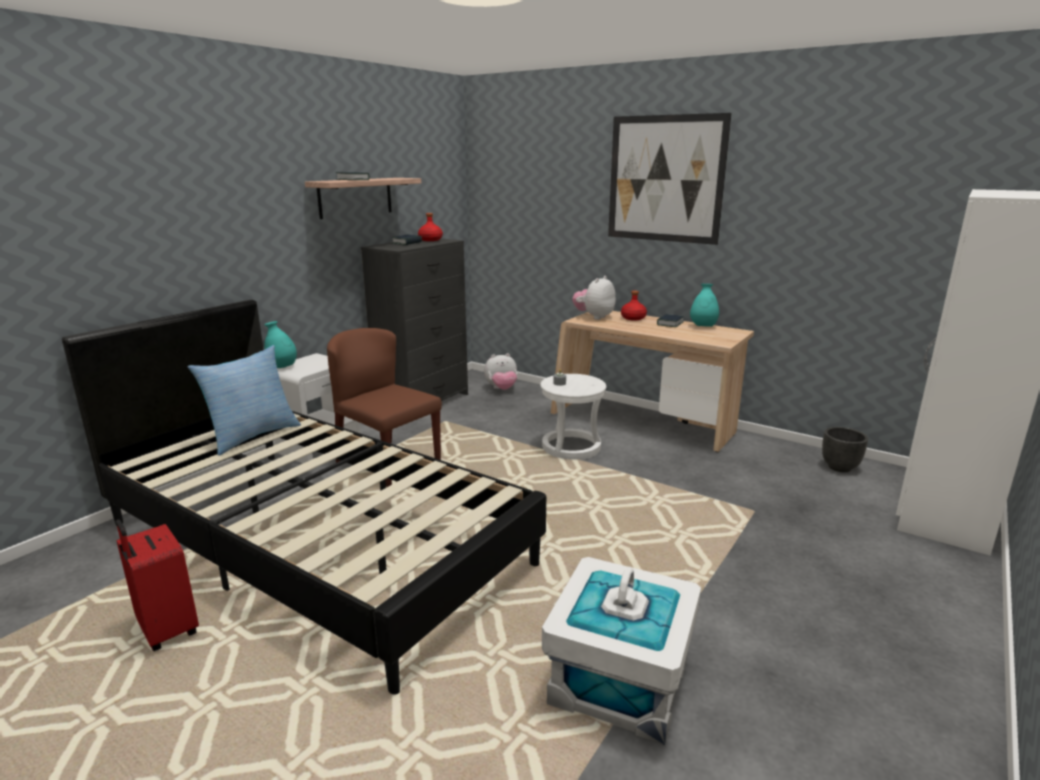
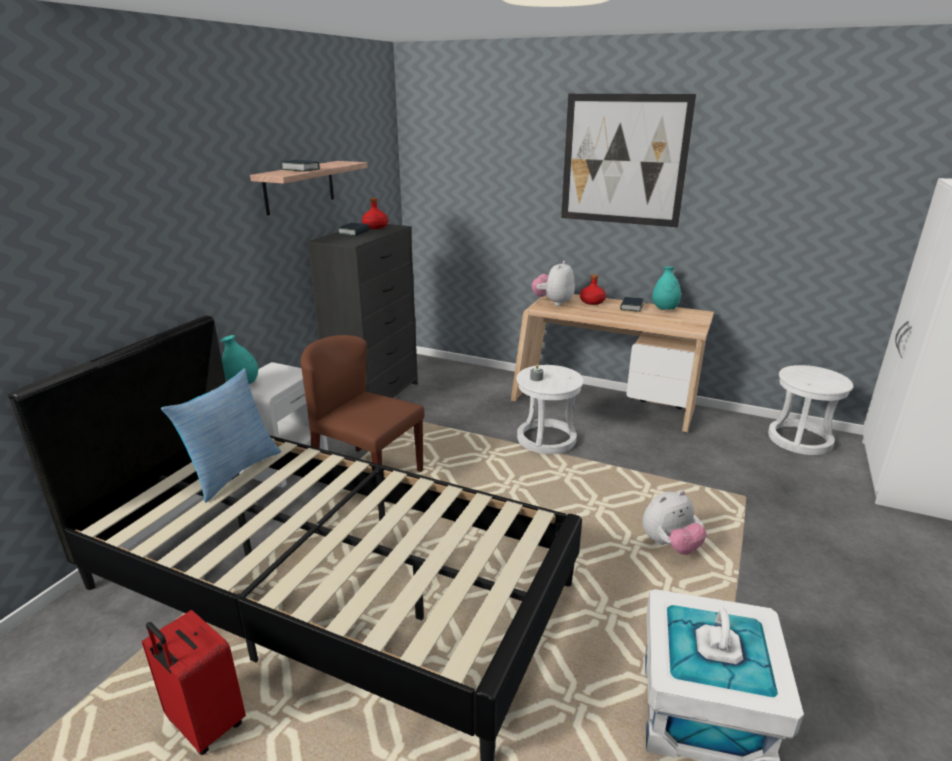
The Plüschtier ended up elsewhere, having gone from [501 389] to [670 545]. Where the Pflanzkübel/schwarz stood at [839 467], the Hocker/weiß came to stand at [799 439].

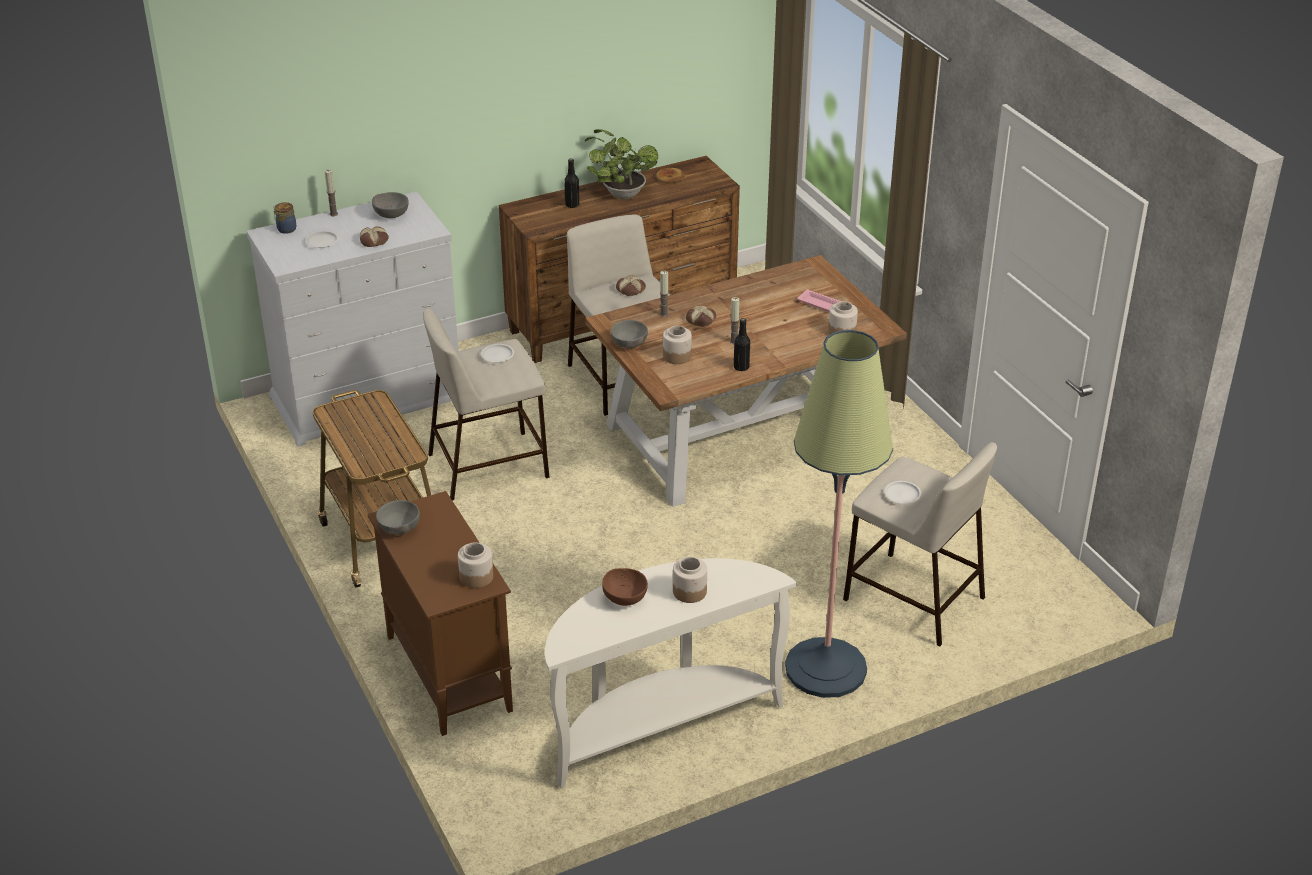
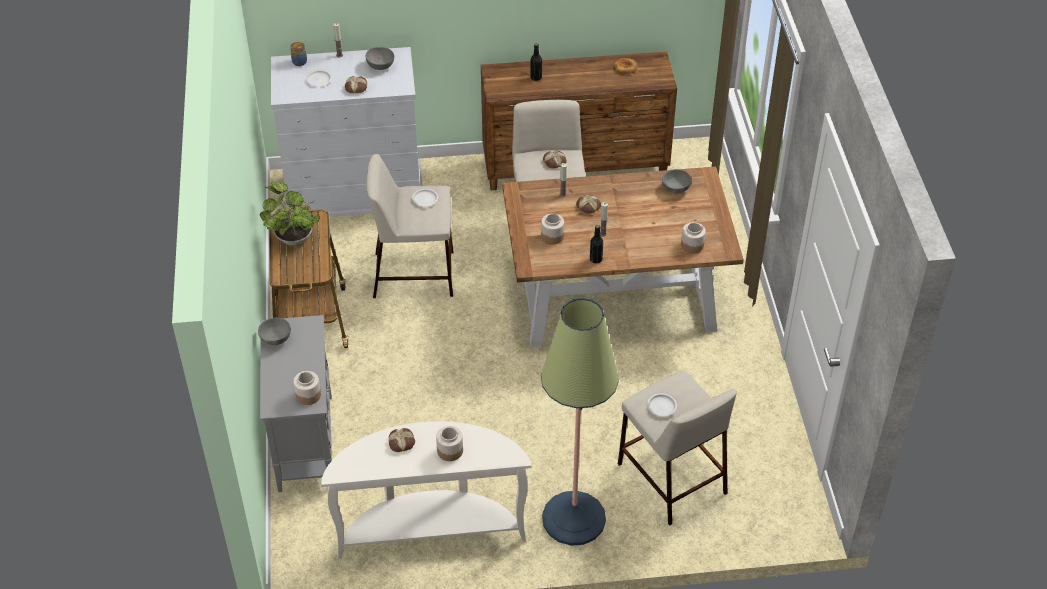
What was the Schrank/braun at [447 672] turned into the Schrank/grau at [305 442]. The Topfpflanze ended up elsewhere, having gone from [621 194] to [292 237]. Where the Schüssel/braun stood at [625 597], the Brot came to stand at [402 442]. The Schüssel/grau ended up elsewhere, having gone from [629 345] to [675 189]. The second view lost the Tablett/rosa at [823 305].

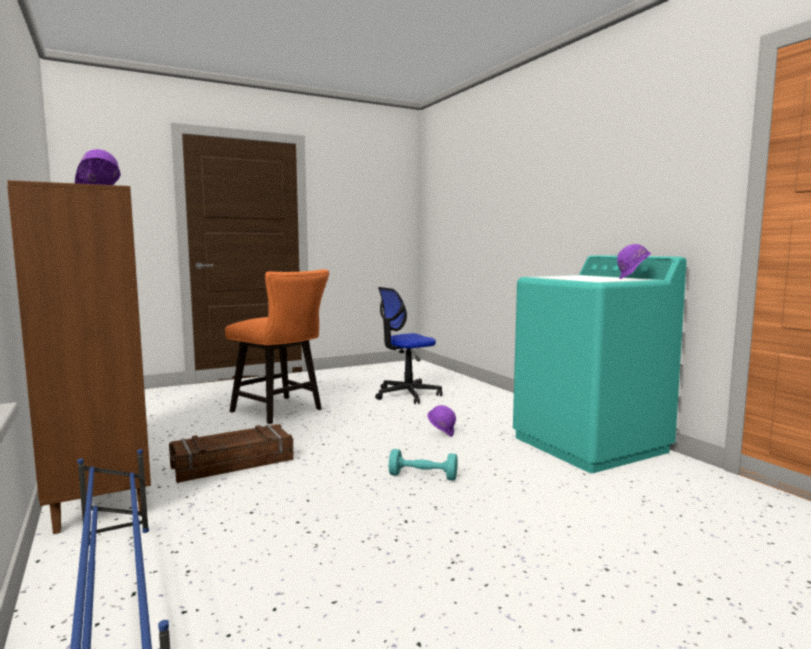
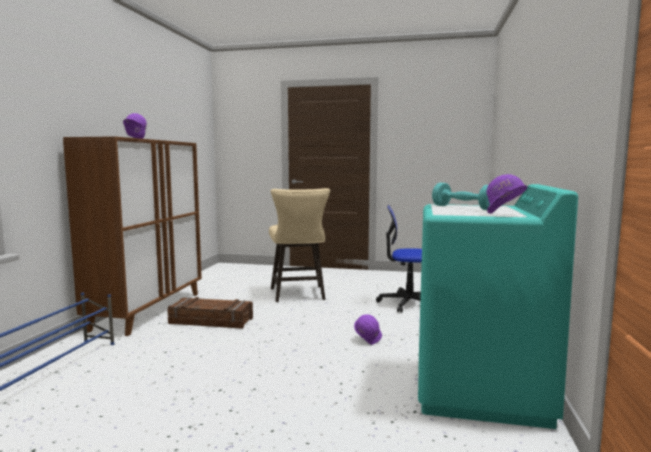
What was the Hocker/orange at [281 411] turned into the Hocker/beige at [298 295]. The Hantel/türkis ended up elsewhere, having gone from [423 476] to [463 208].

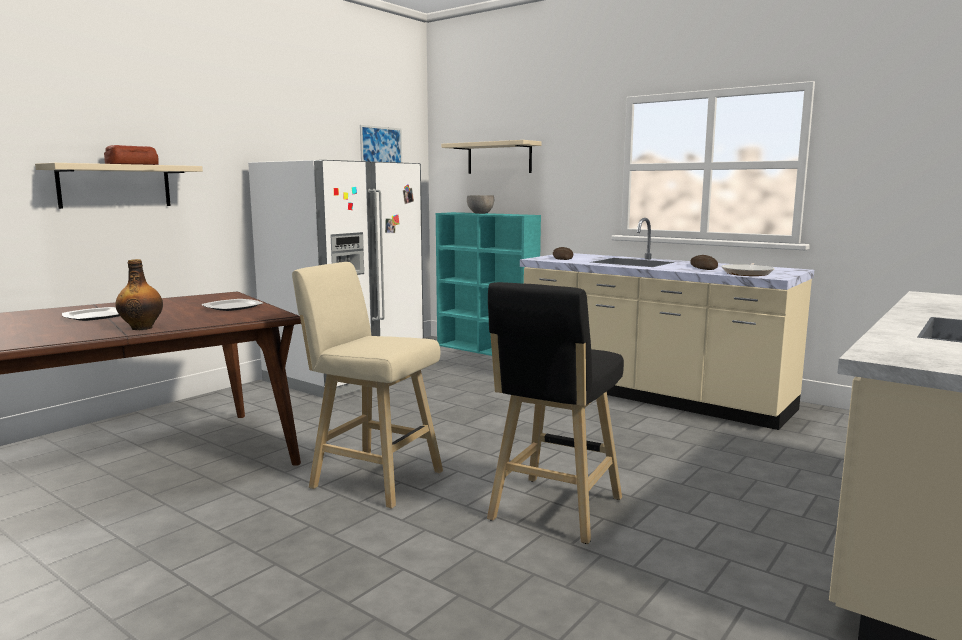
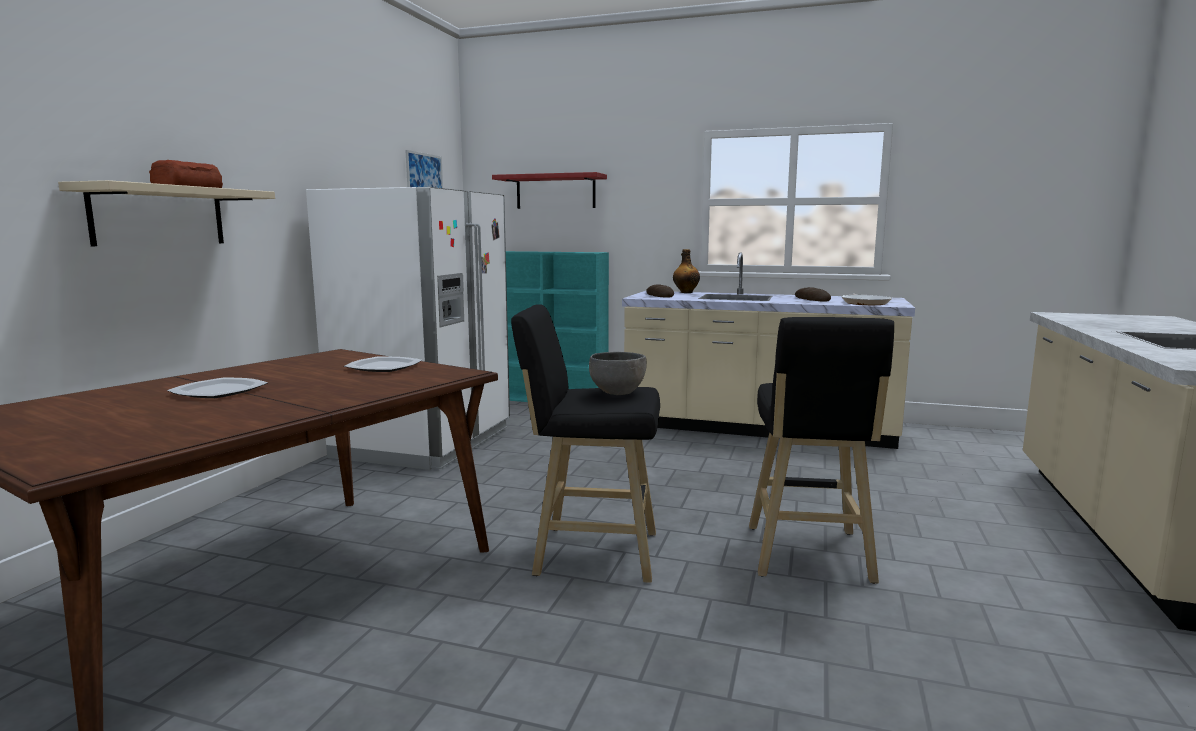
The Flasche ended up elsewhere, having gone from [142 328] to [686 292]. What was the Hocker/beige at [372 478] turned into the Hocker/schwarz at [590 553]. What was the Wandregal/beige at [499 158] turned into the Wandregal/rot at [555 192]. The Schüssel/grau ended up elsewhere, having gone from [481 213] to [618 392].

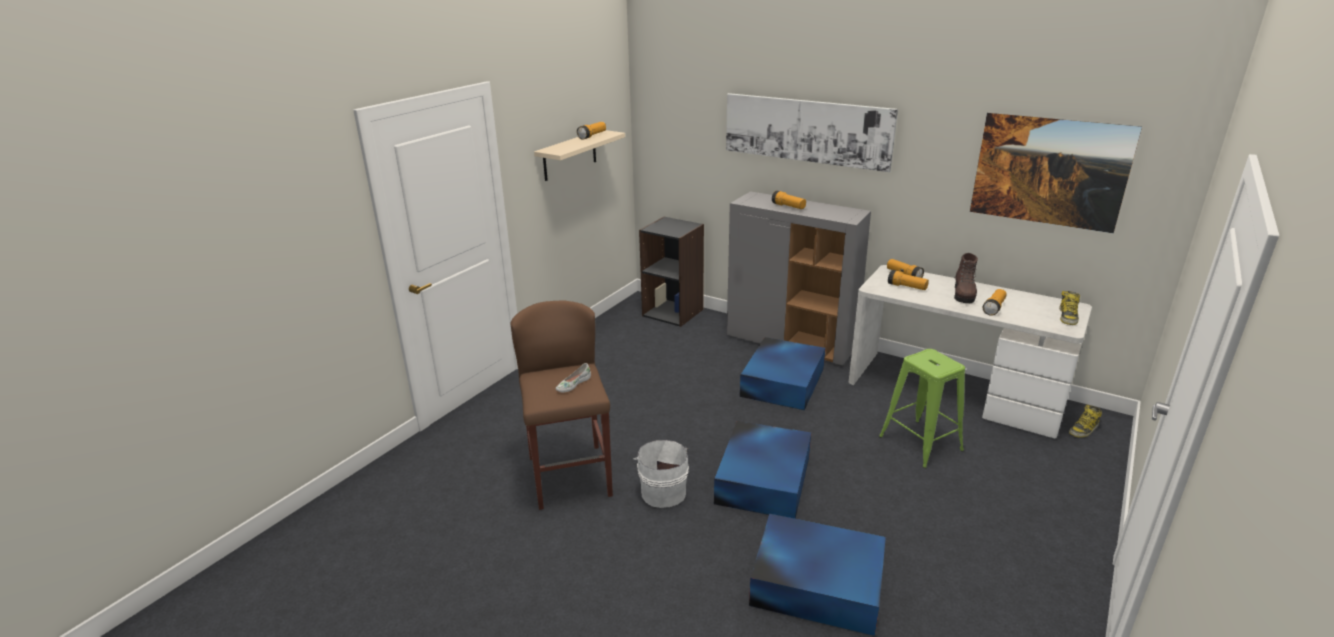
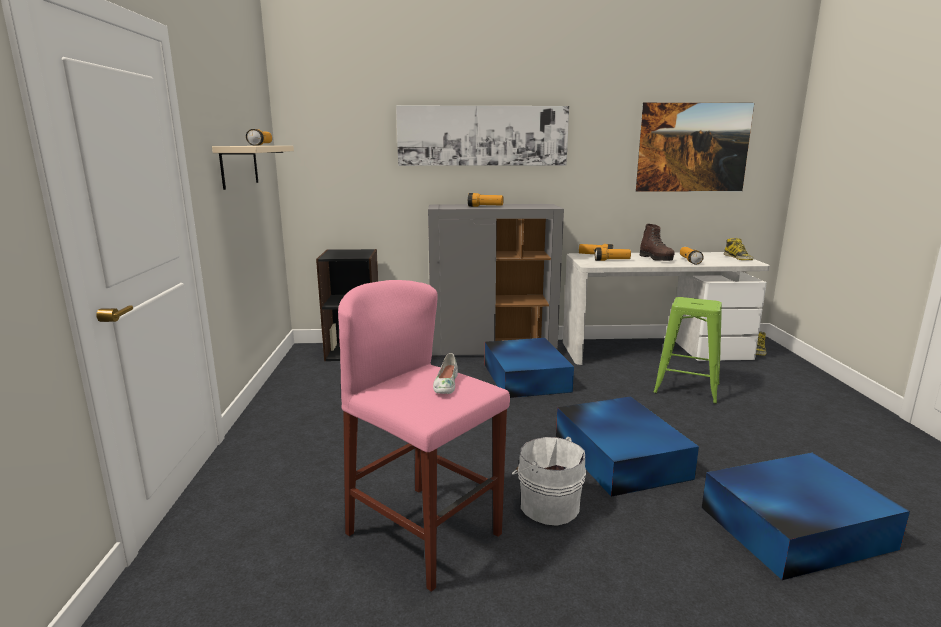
What was the Hocker/braun at [570 476] turned into the Hocker/rosa at [424 534].

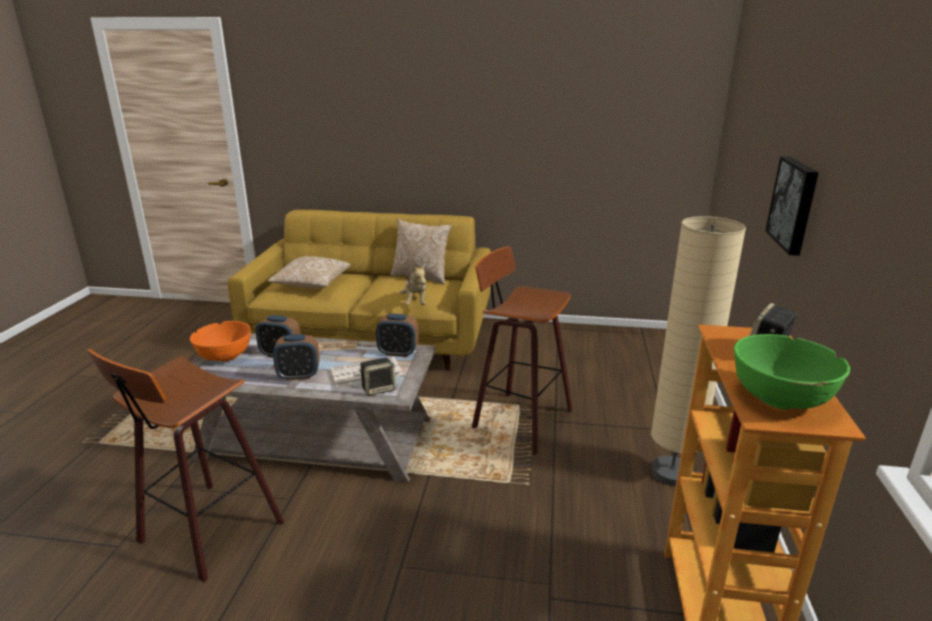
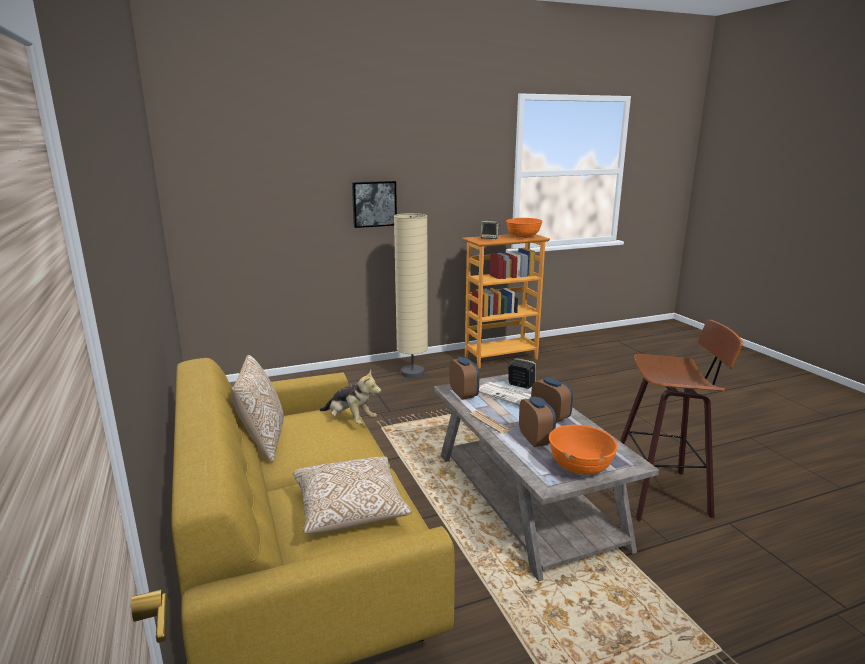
The Plüschtier at [415 302] ended up facing another way, 75 degrees clockwise from before. The second view lost the Hocker at [518 419]. What was the Schüssel/grün at [779 397] turned into the Schüssel/orange at [523 237].

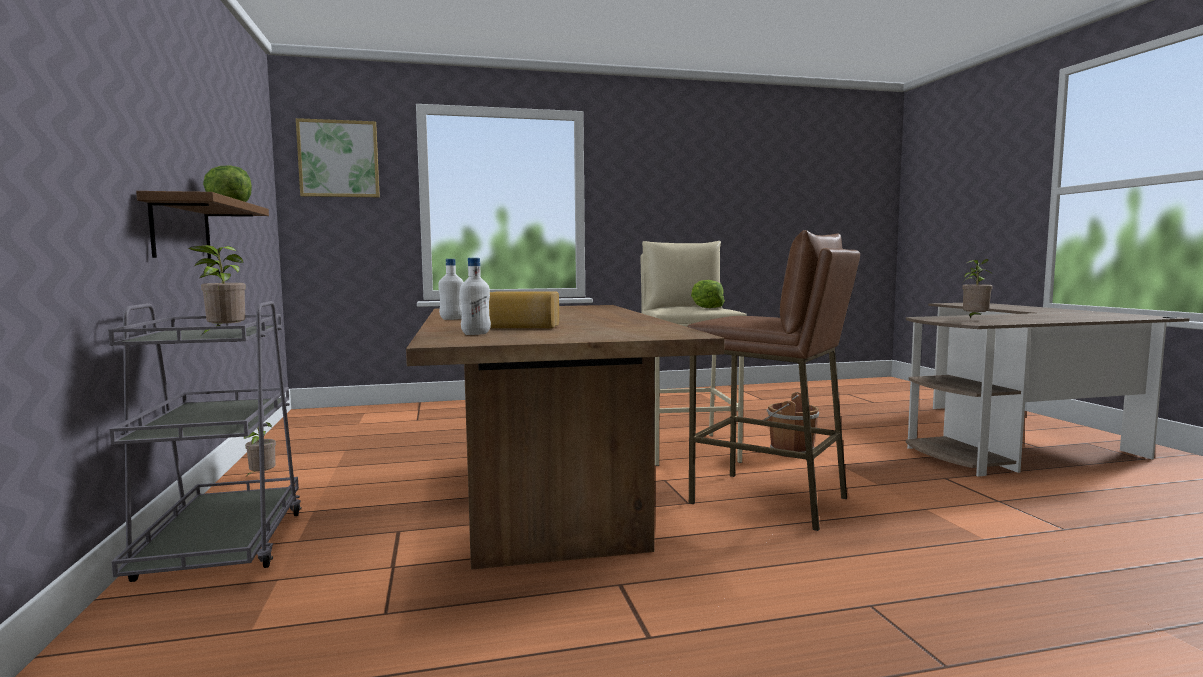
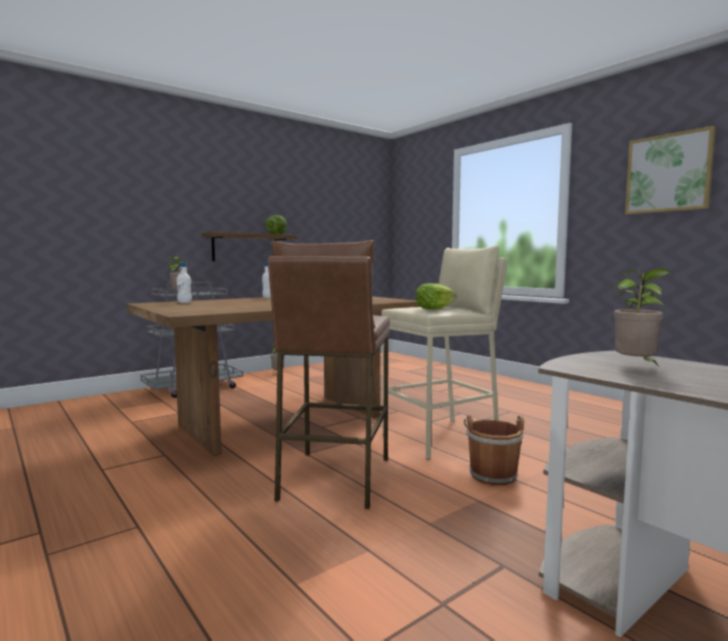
The Bild ended up elsewhere, having gone from [339 159] to [668 173]. The second view lost the Brot at [522 327].

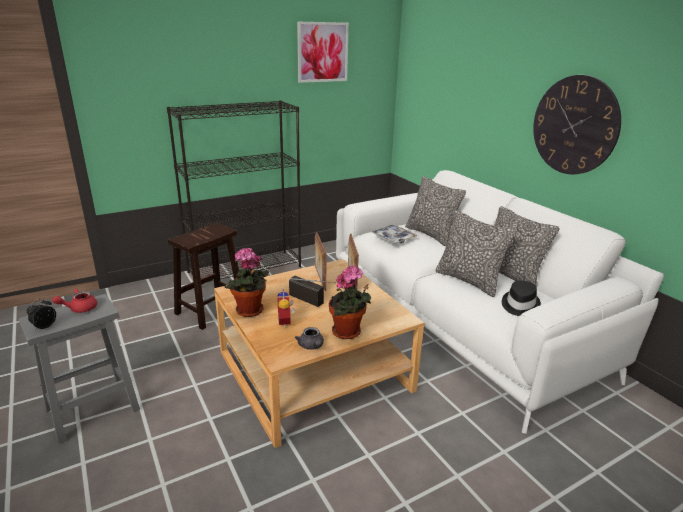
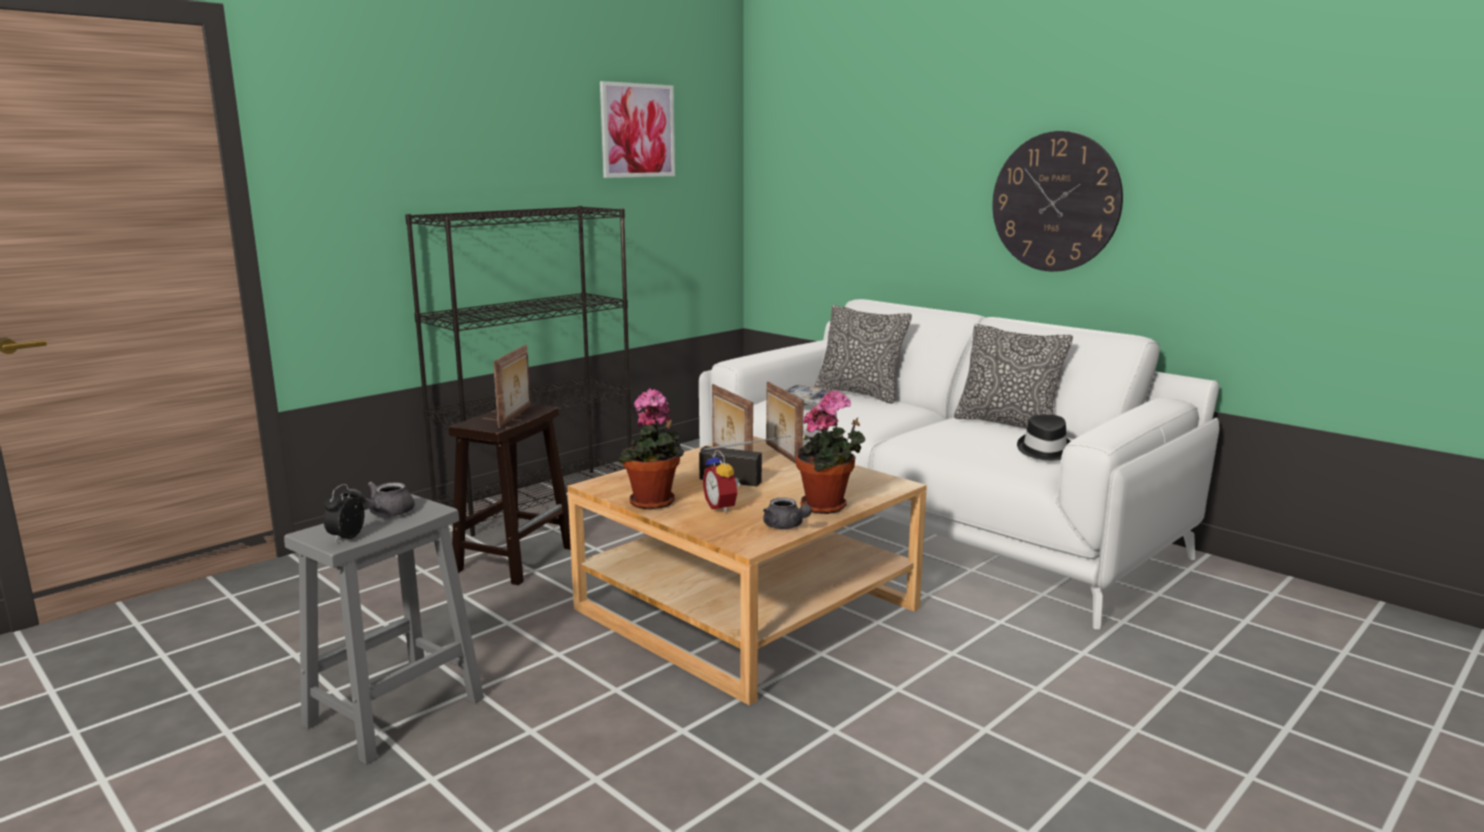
What was the Teekanne/rot at [79 308] turned into the Teekanne/grau at [384 513]. The second view lost the Kissen at [469 281]. The second view gained the Bilderrahmen at [516 416].

